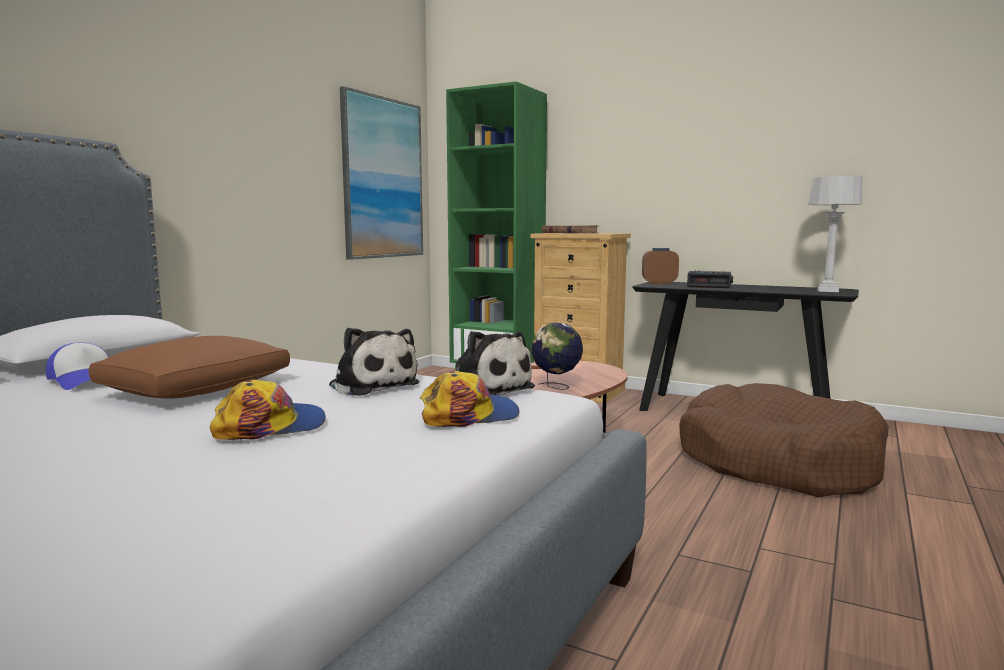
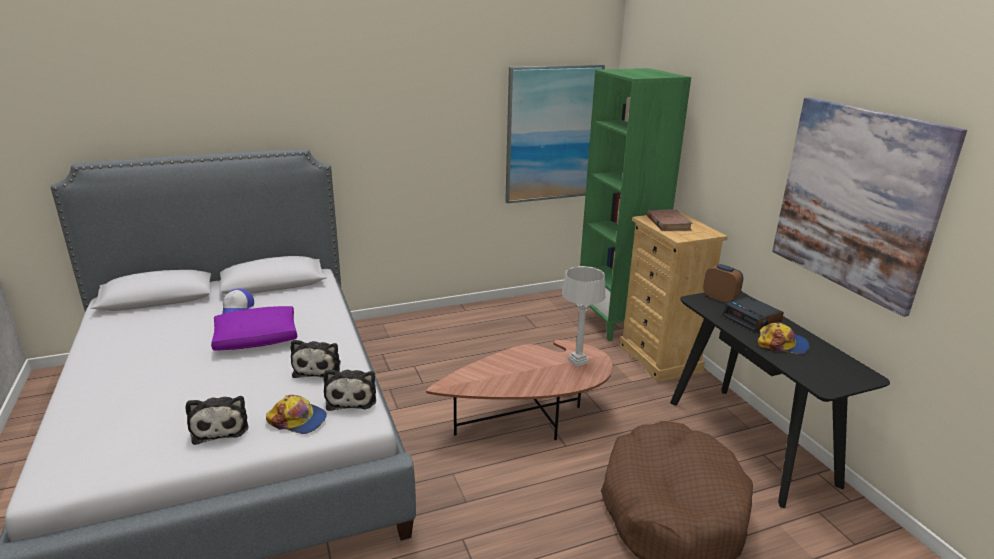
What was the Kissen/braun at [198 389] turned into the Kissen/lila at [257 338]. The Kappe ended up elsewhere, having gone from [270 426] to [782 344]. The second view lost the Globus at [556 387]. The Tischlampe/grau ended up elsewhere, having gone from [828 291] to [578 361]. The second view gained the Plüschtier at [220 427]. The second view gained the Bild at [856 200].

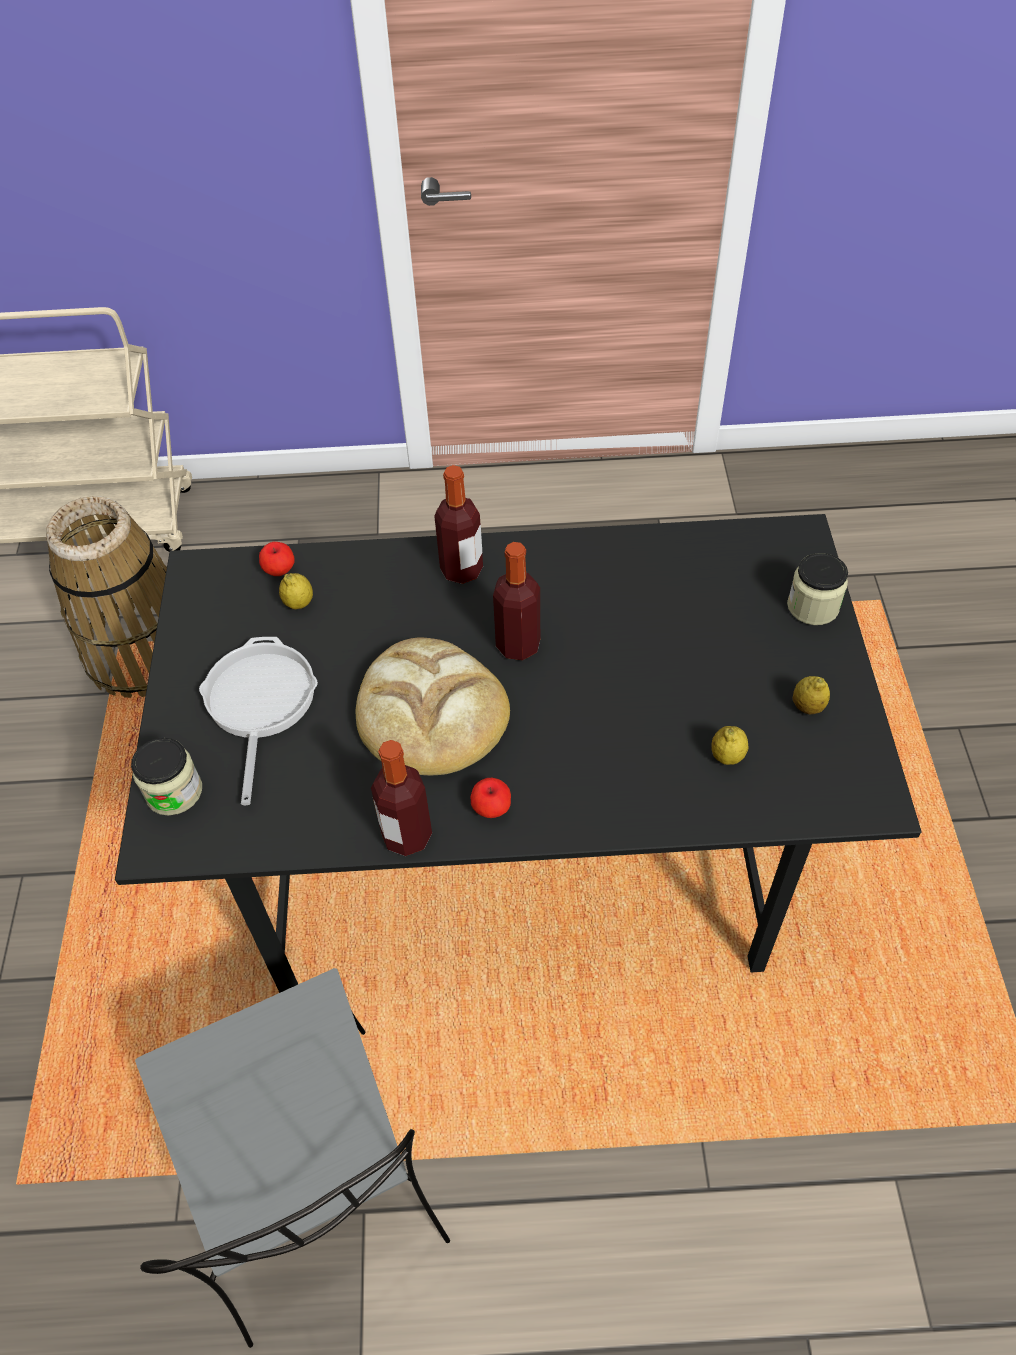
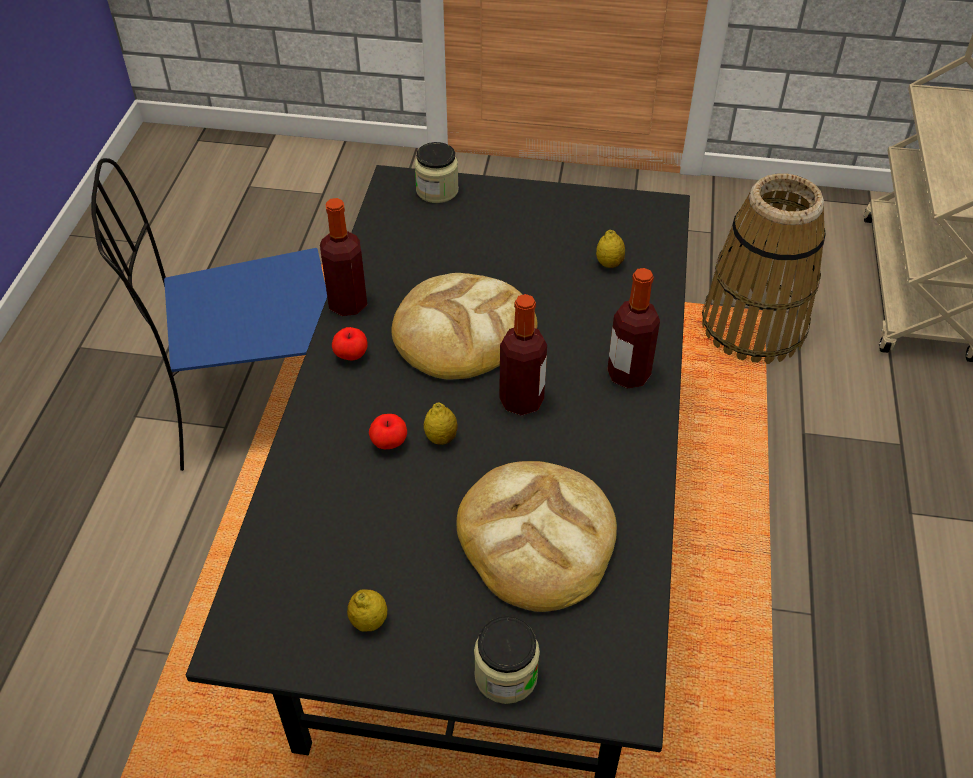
What was the Stuhl/grau at [313 1185] turned into the Stuhl/blau at [254 402]. The second view lost the Pfanne at [260 703]. The Apfel ended up elsewhere, having gone from [279 570] to [389 443]. The Zitrone ended up elsewhere, having gone from [727 756] to [441 438]. The second view gained the Brot at [537 537].

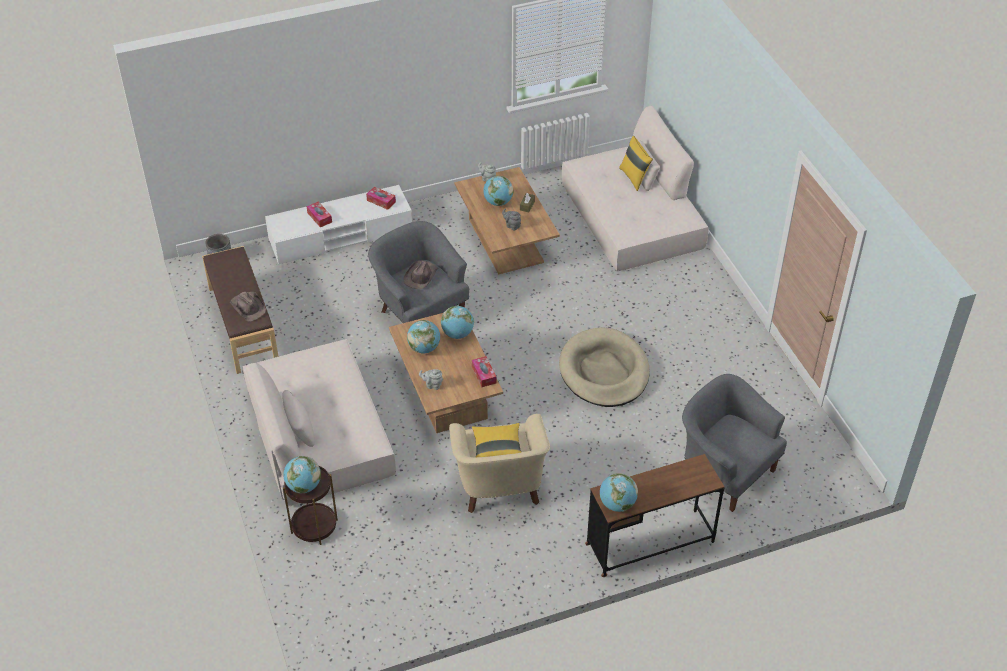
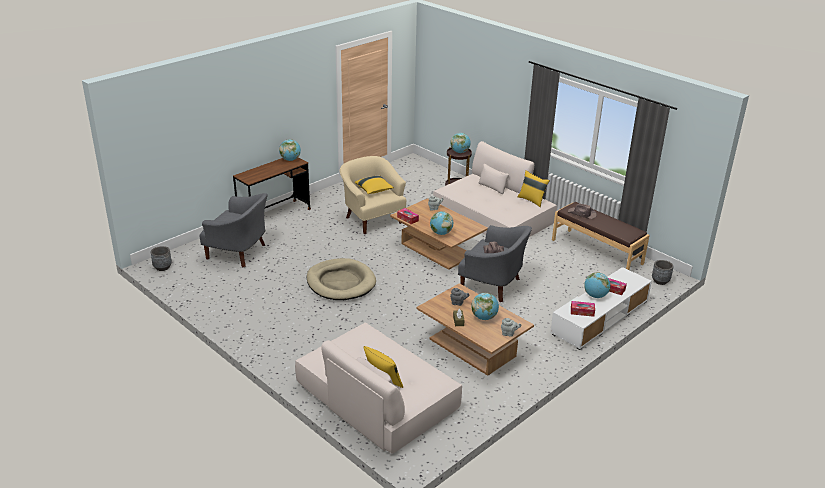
The Globus ended up elsewhere, having gone from [424 348] to [595 296]. The second view gained the Pflanzkübel/grau at [162 267]. The second view gained the Kissen/gelb at [532 200].

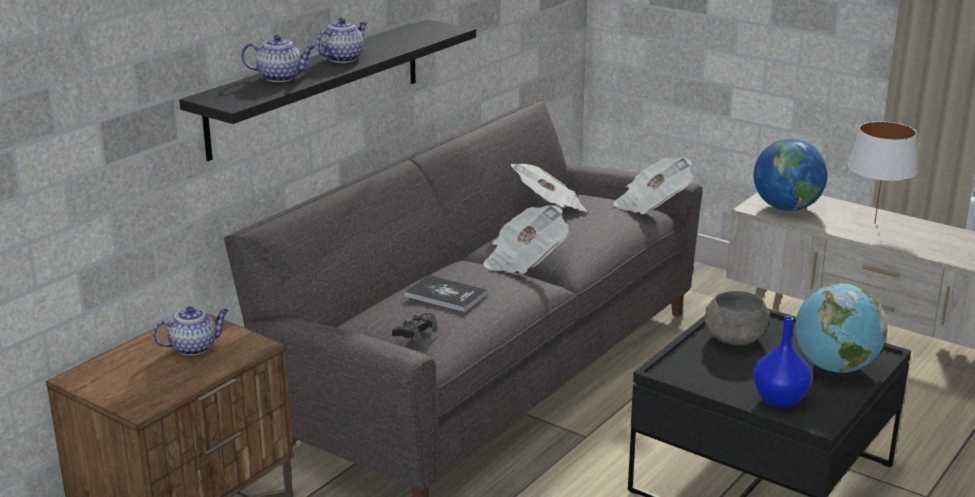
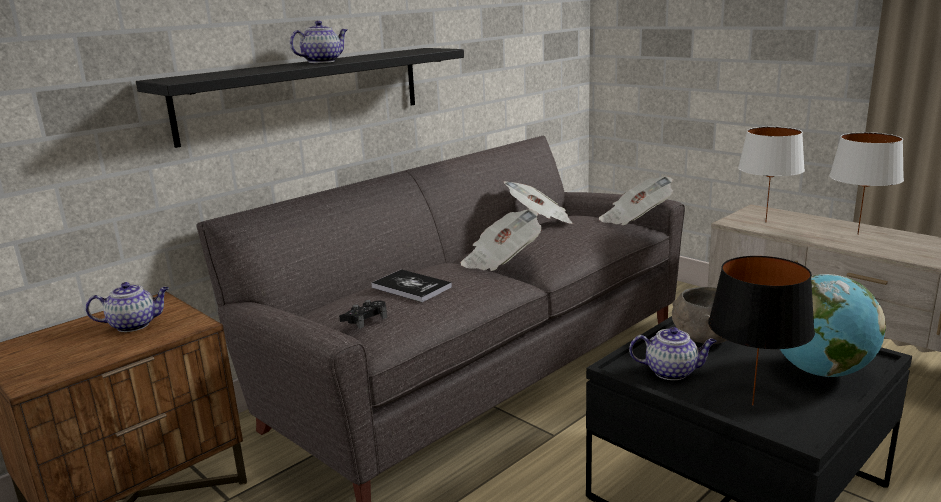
The Teekanne ended up elsewhere, having gone from [281 77] to [672 372]. Where the Vase/blau stood at [778 399], the Tischlampe/schwarz came to stand at [751 404]. Where the Globus stood at [786 208], the Tischlampe/weiß came to stand at [766 222].

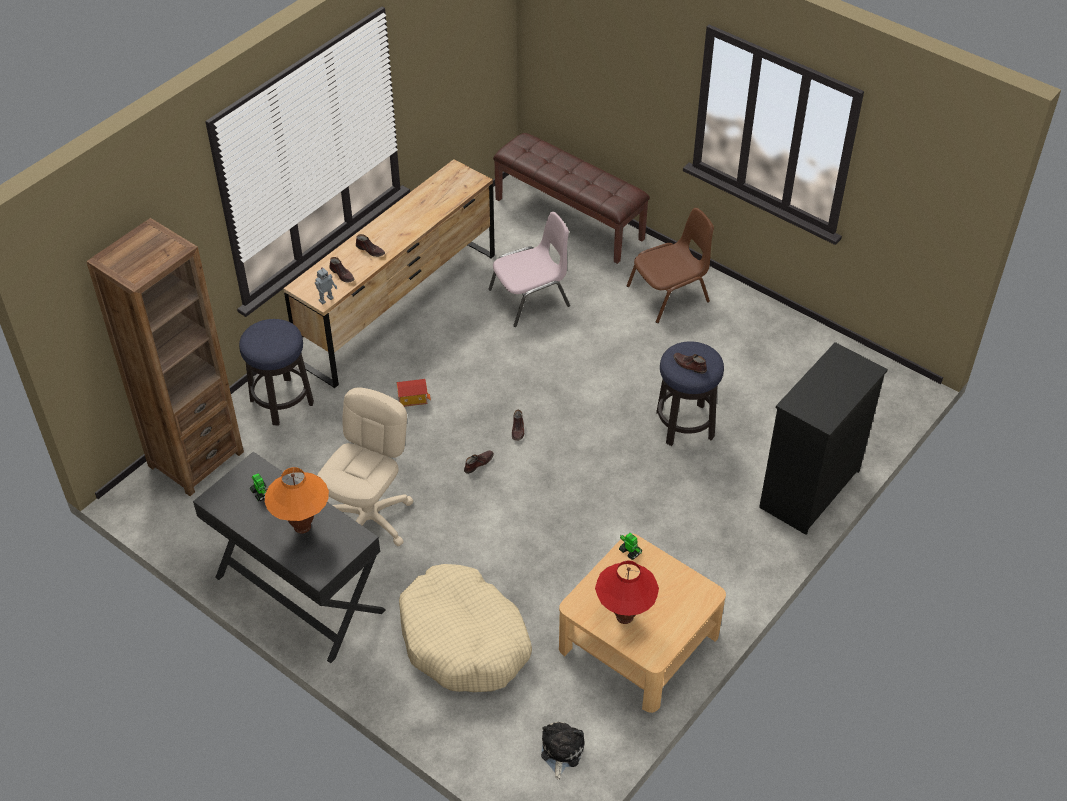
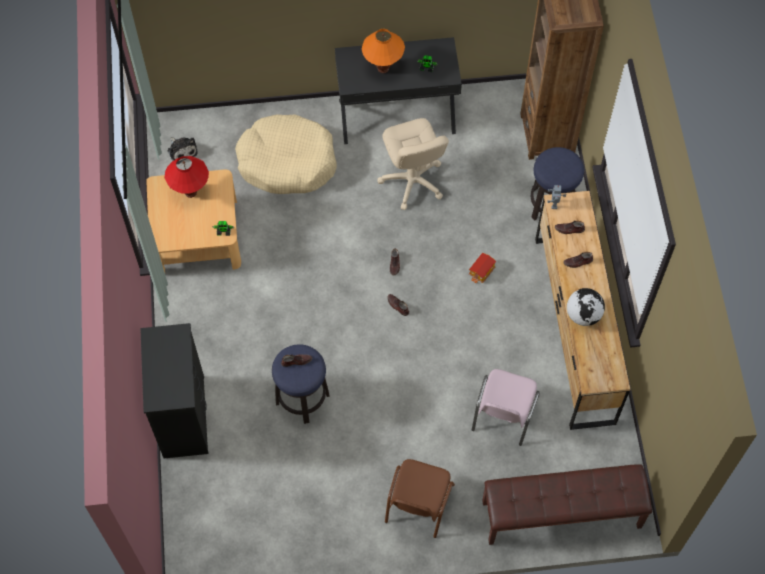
The second view gained the Globus at [583 315].

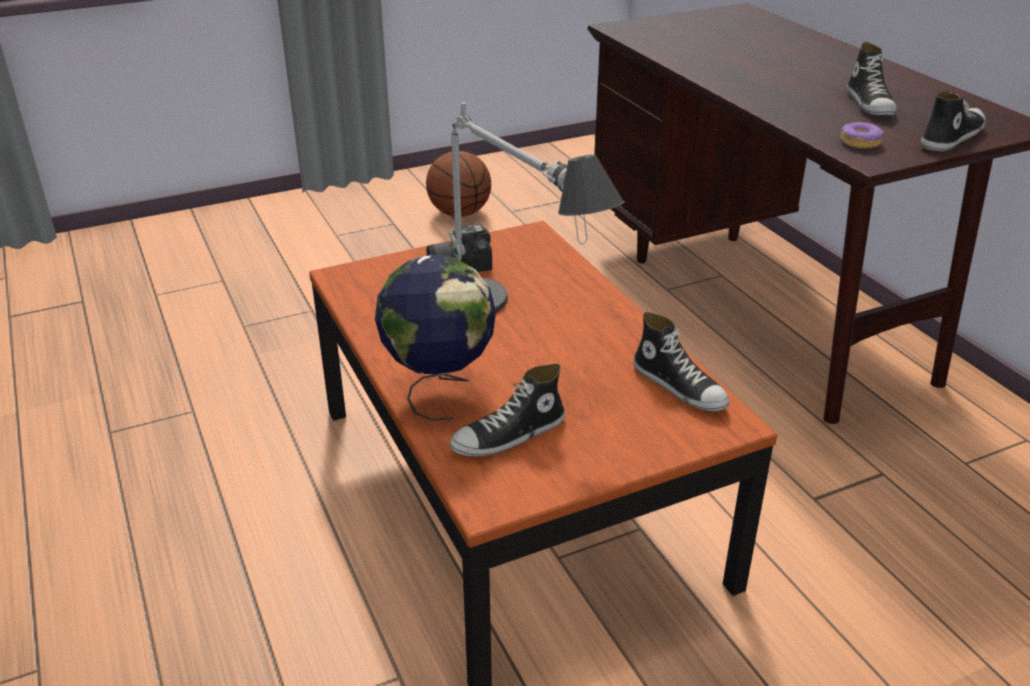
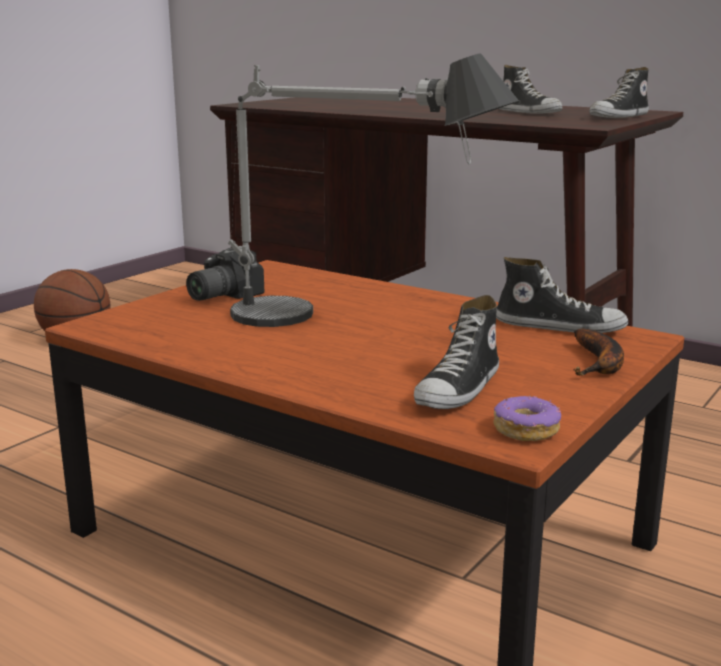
The second view lost the Globus at [439 390]. The Donut ended up elsewhere, having gone from [860 142] to [525 430]. The Schuh at [950 137] ended up facing another way, 150 degrees counterclockwise from before. The second view gained the Banane at [600 363].

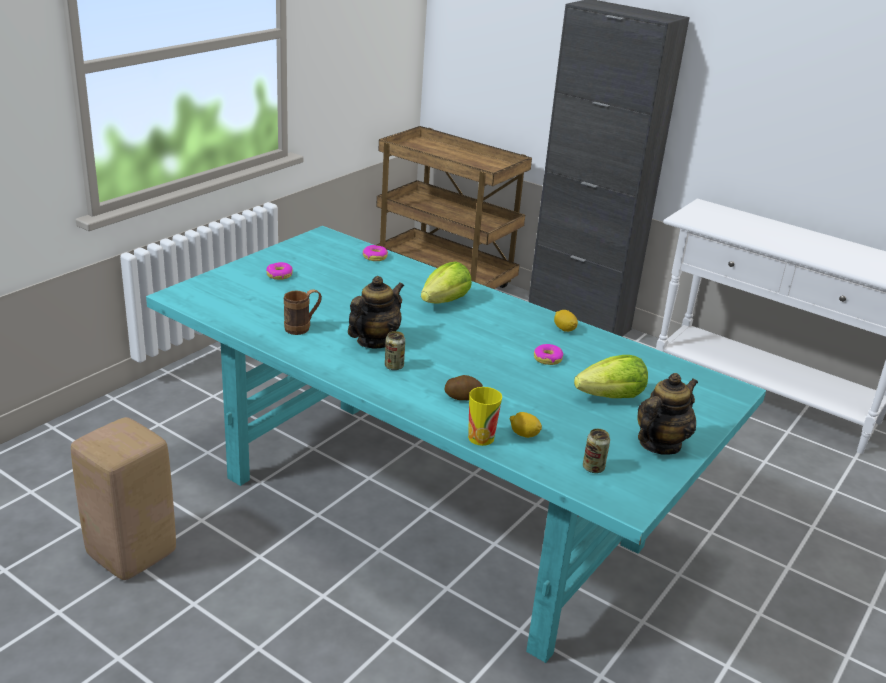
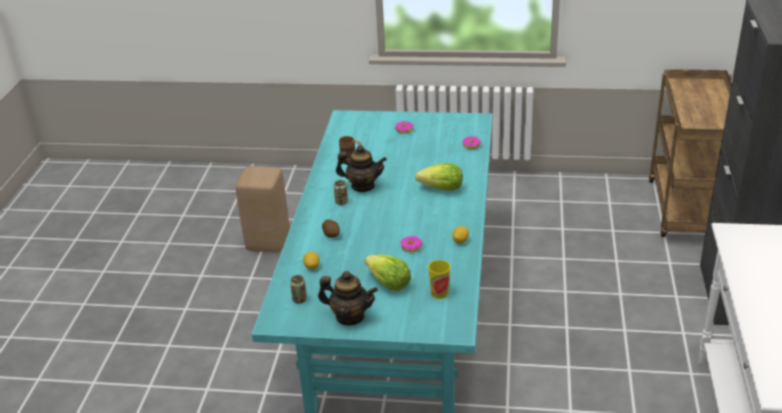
The Tasse ended up elsewhere, having gone from [481 438] to [439 293].

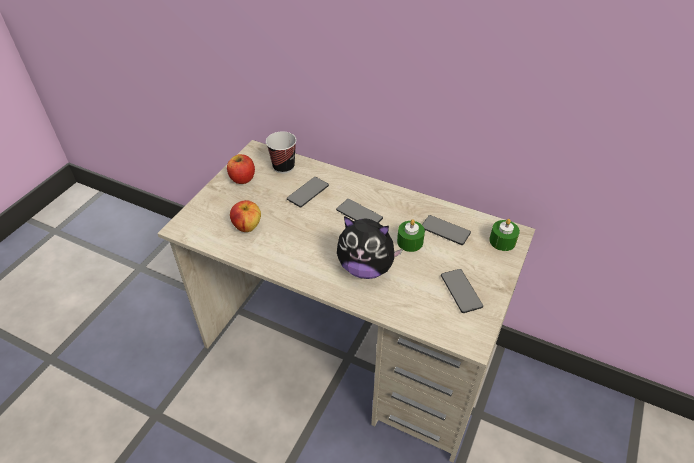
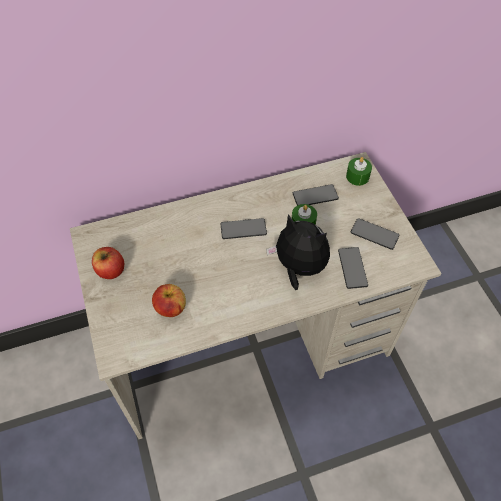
The second view lost the Tasse at [283 167]. The Handy ended up elsewhere, having gone from [308 192] to [352 268]. The Plüschtier at [366 268] ended up facing another way, 120 degrees counterclockwise from before.

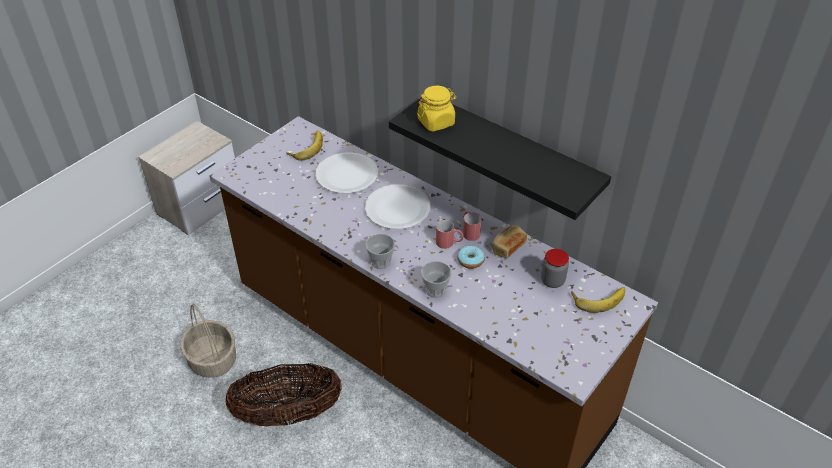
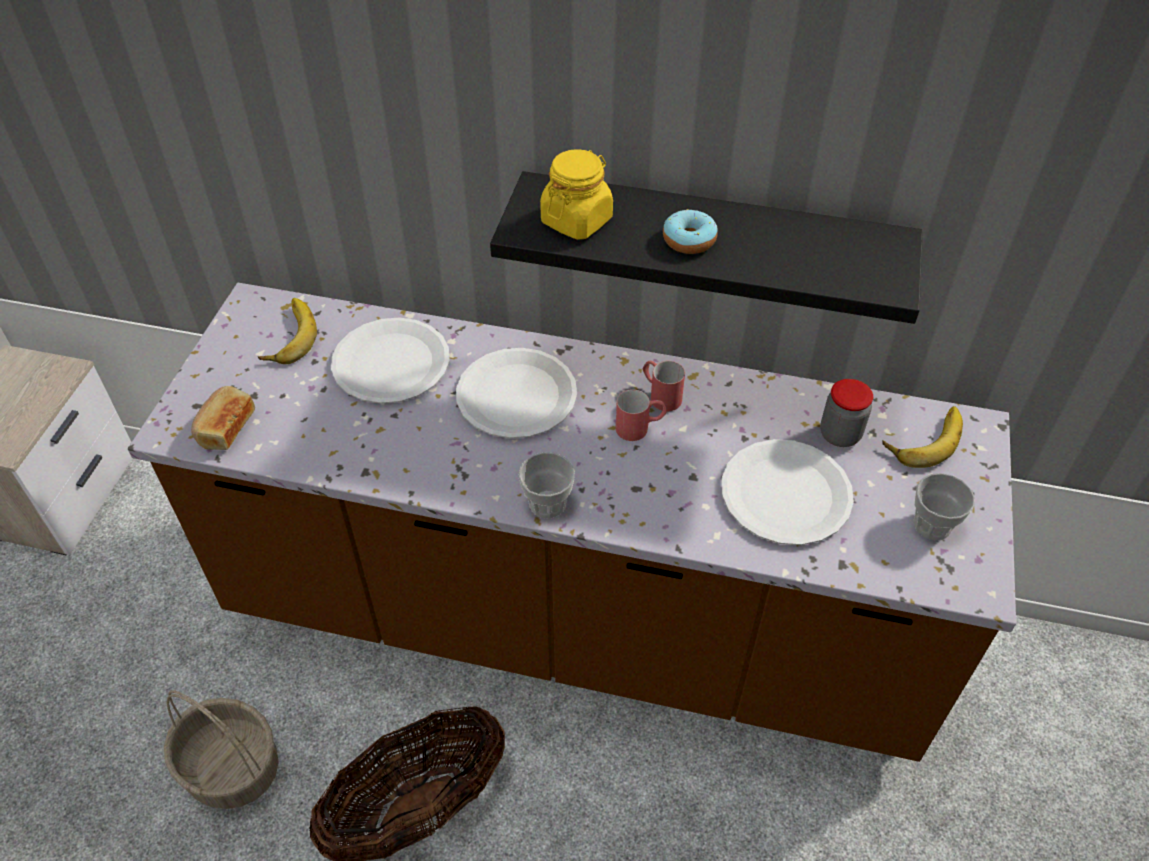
The Tasse ended up elsewhere, having gone from [435 290] to [932 525]. The Donut ended up elsewhere, having gone from [470 260] to [689 240]. The Brot ended up elsewhere, having gone from [507 247] to [225 428]. The second view gained the Teller/weiß at [785 494].

